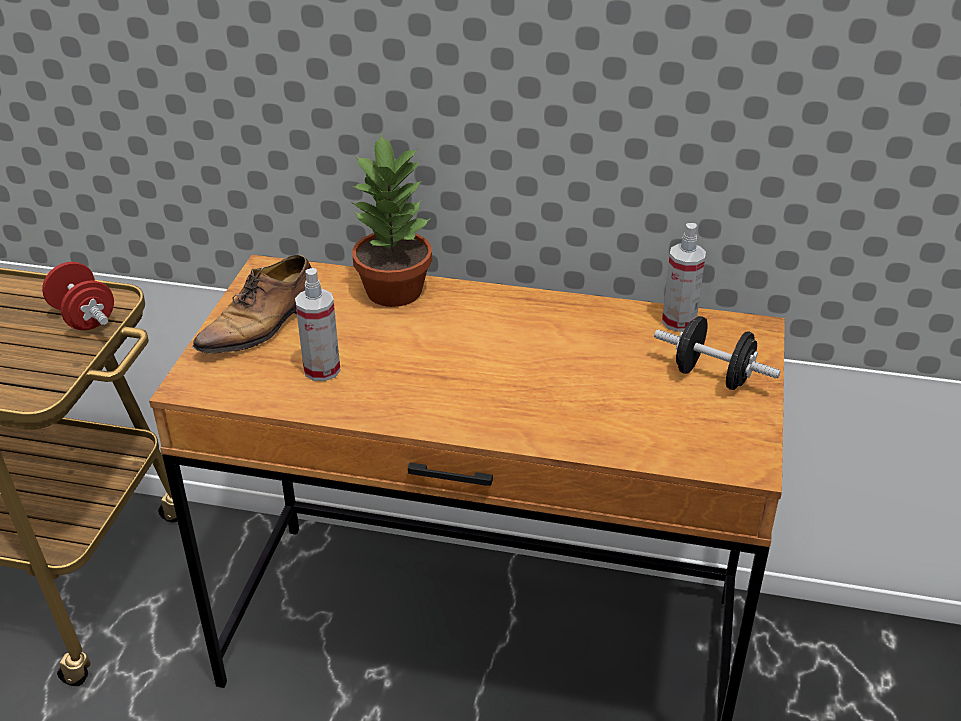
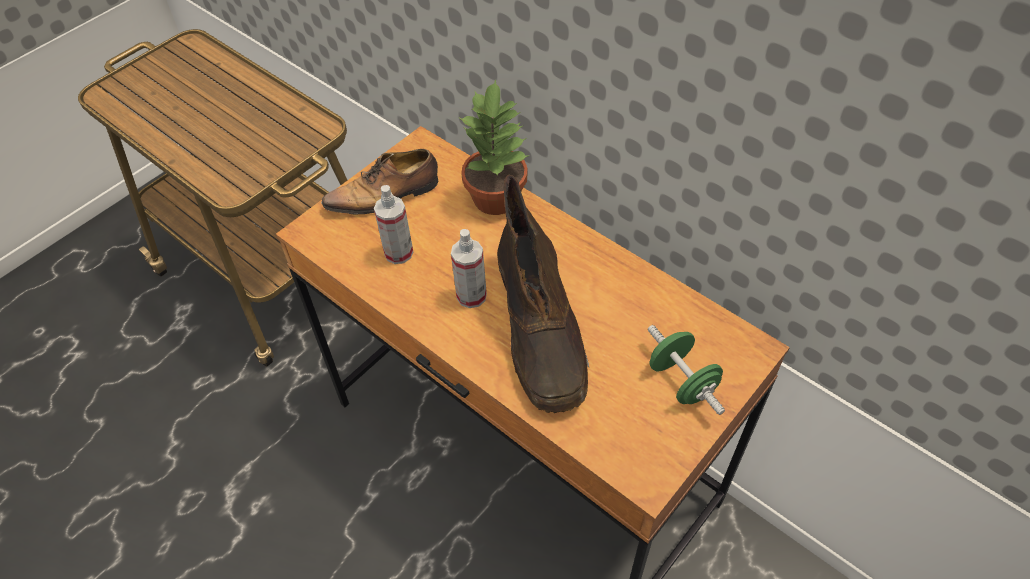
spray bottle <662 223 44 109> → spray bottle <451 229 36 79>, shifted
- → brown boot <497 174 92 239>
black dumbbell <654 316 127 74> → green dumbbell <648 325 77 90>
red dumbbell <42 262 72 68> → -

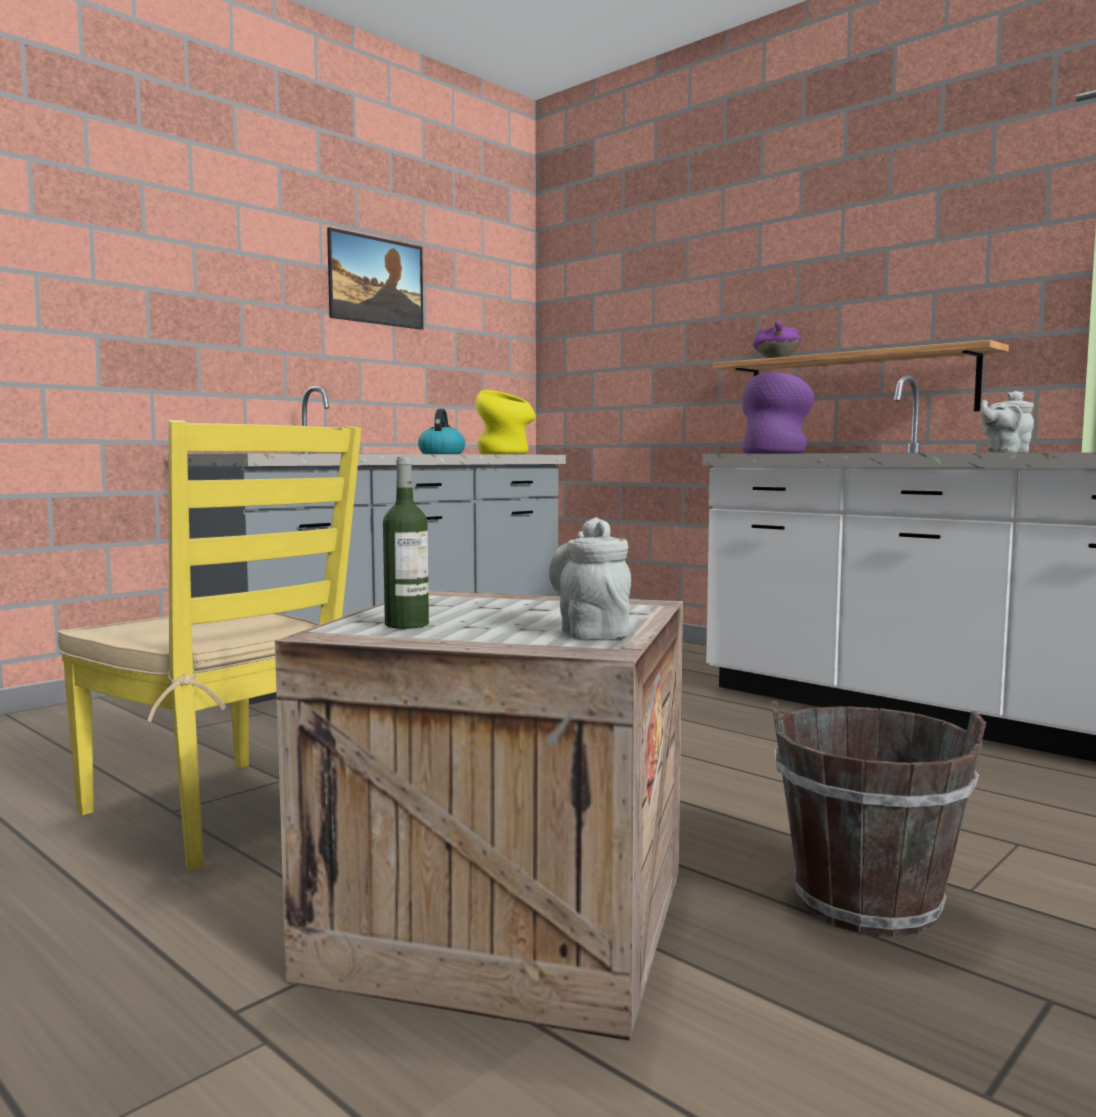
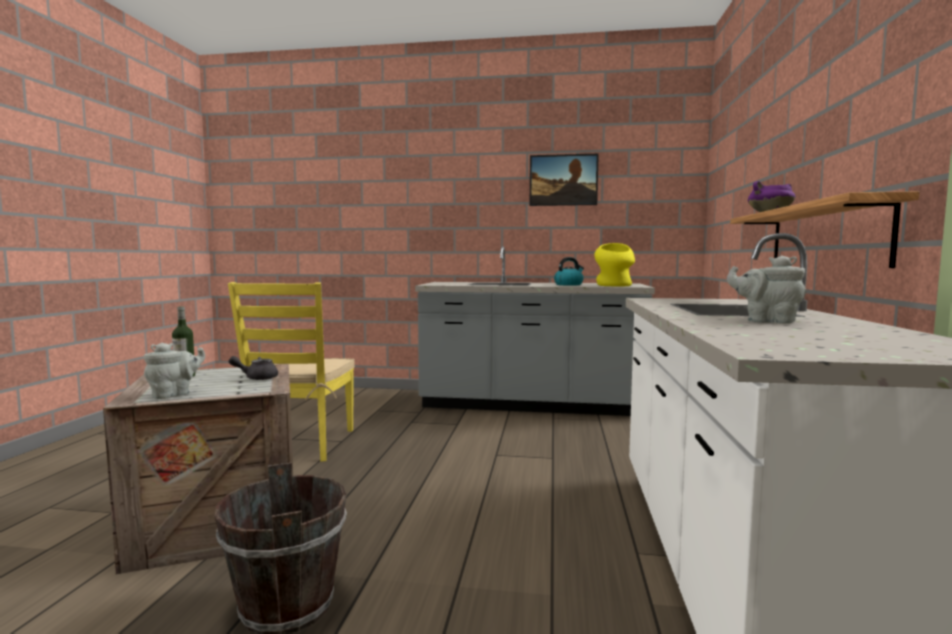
- → grey teapot <229 356 49 24>
purple vase <742 372 72 82> → -

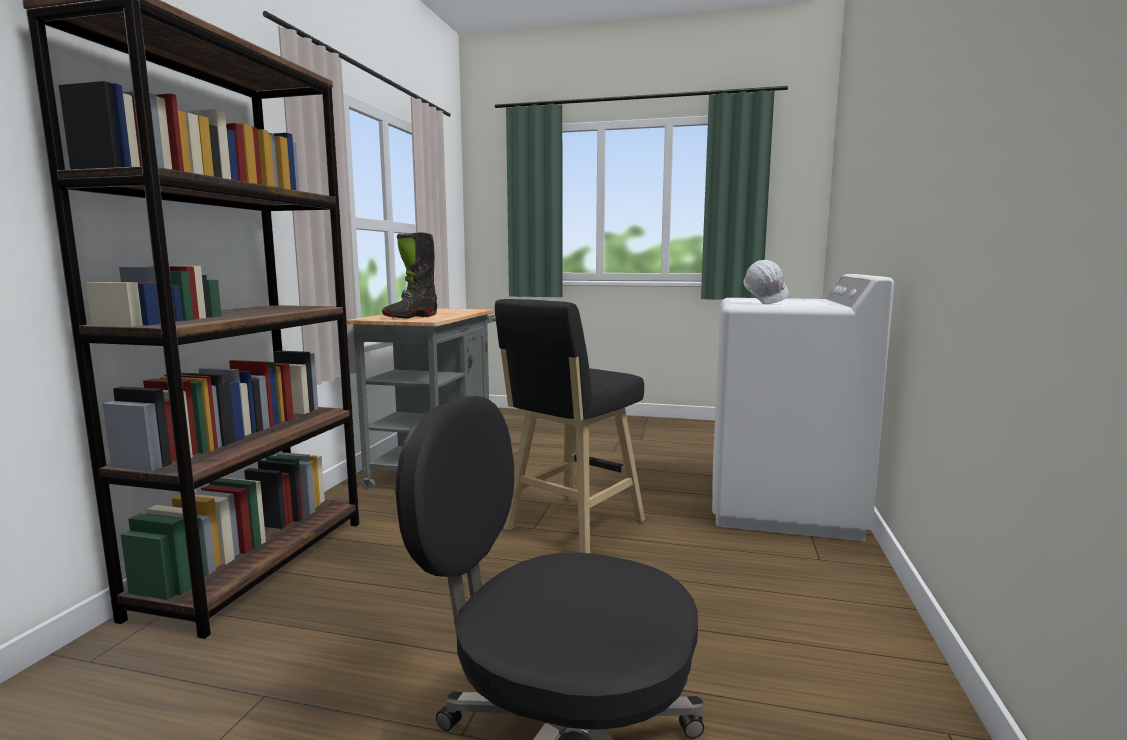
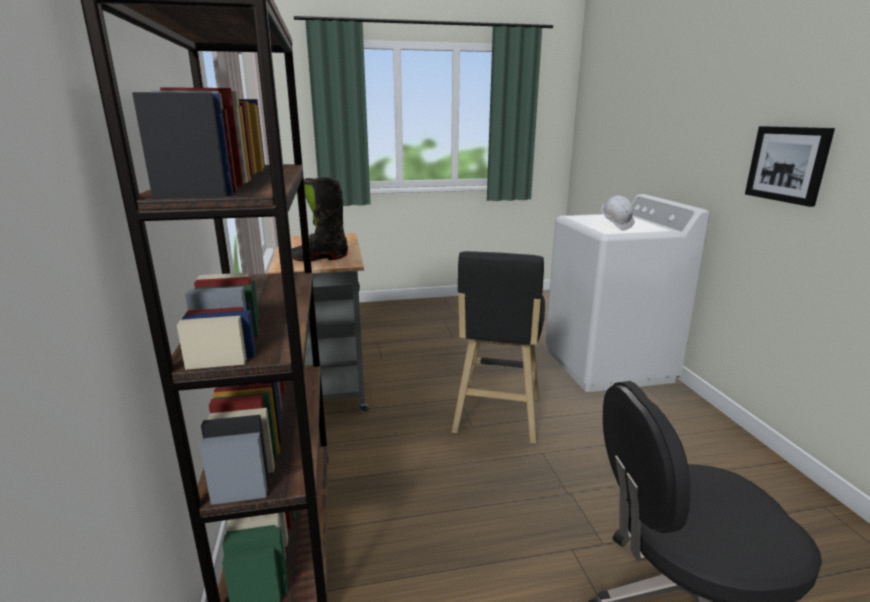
black boot <382 232 55 86> → black boot <292 177 56 84>, 60 degrees clockwise
- → picture <745 126 90 81>

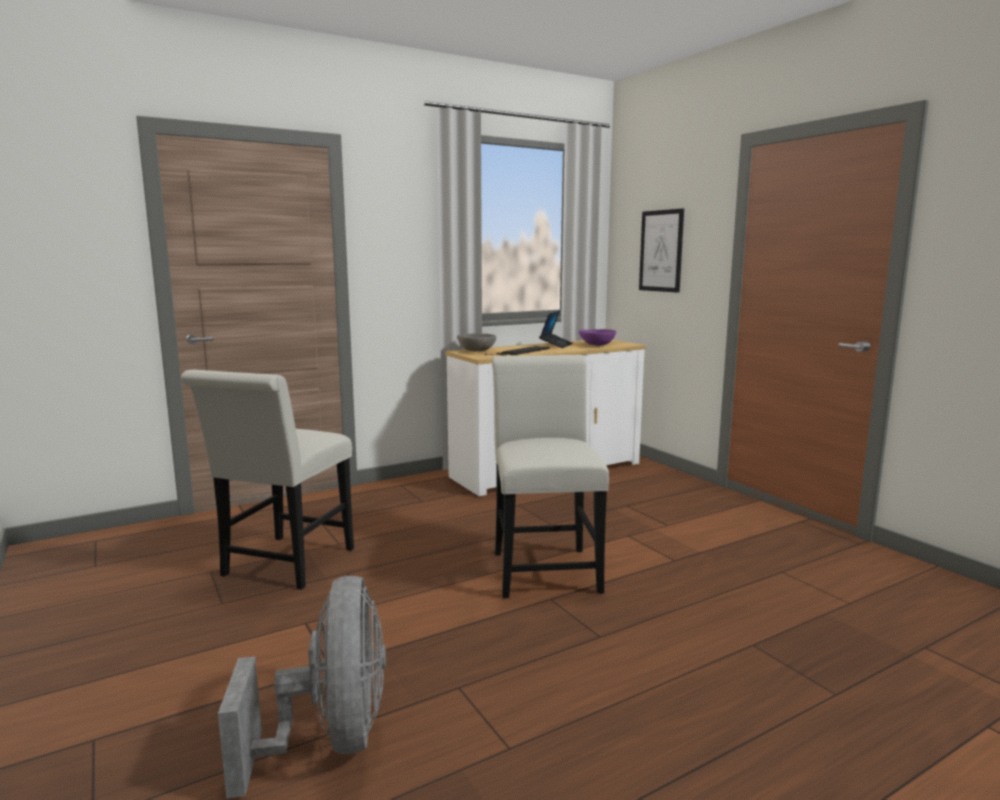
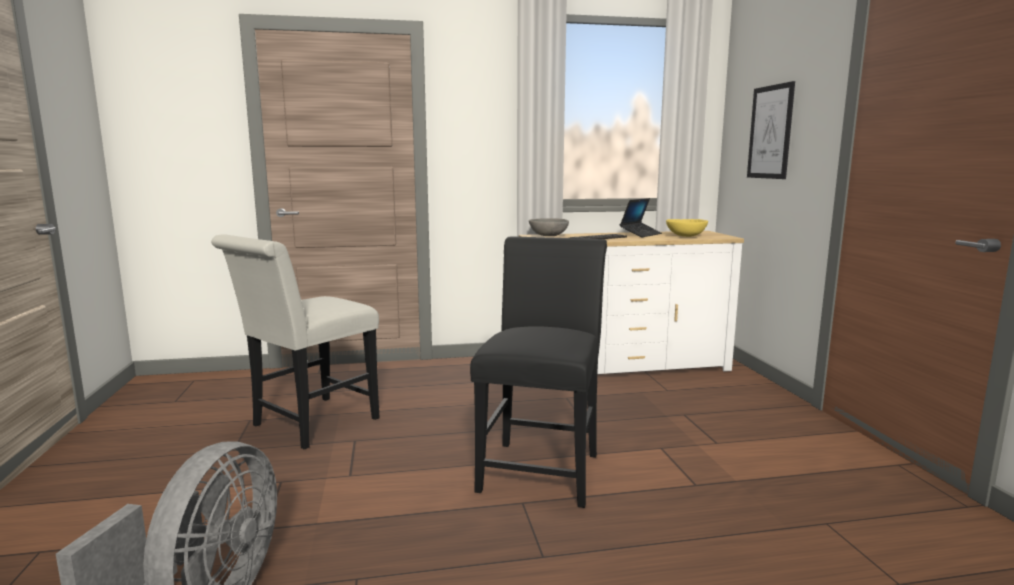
white chair <492 355 117 243> → black chair <470 236 137 272>
purple bowl <579 329 37 17> → yellow bowl <666 219 42 18>

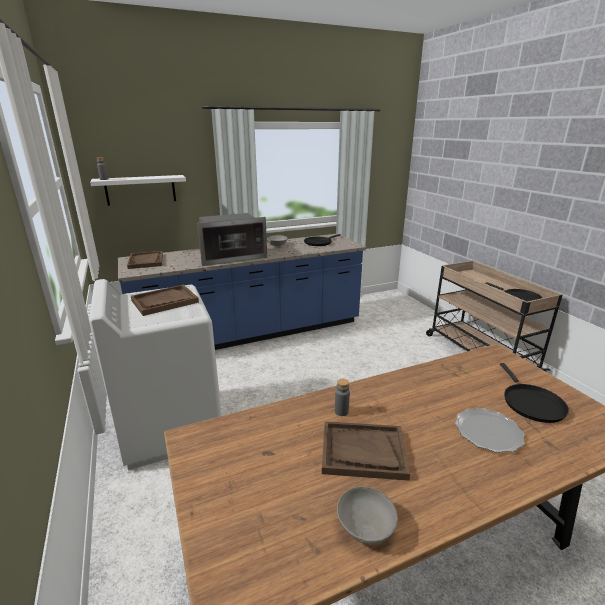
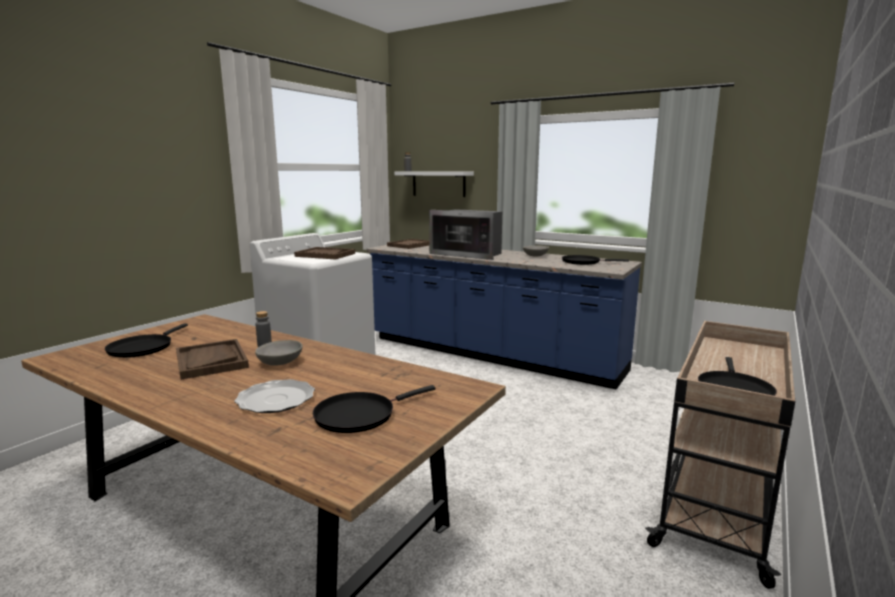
- → black frying pan <105 323 83 35>
grey bowl <337 486 61 59> → grey bowl <255 340 48 26>, shifted

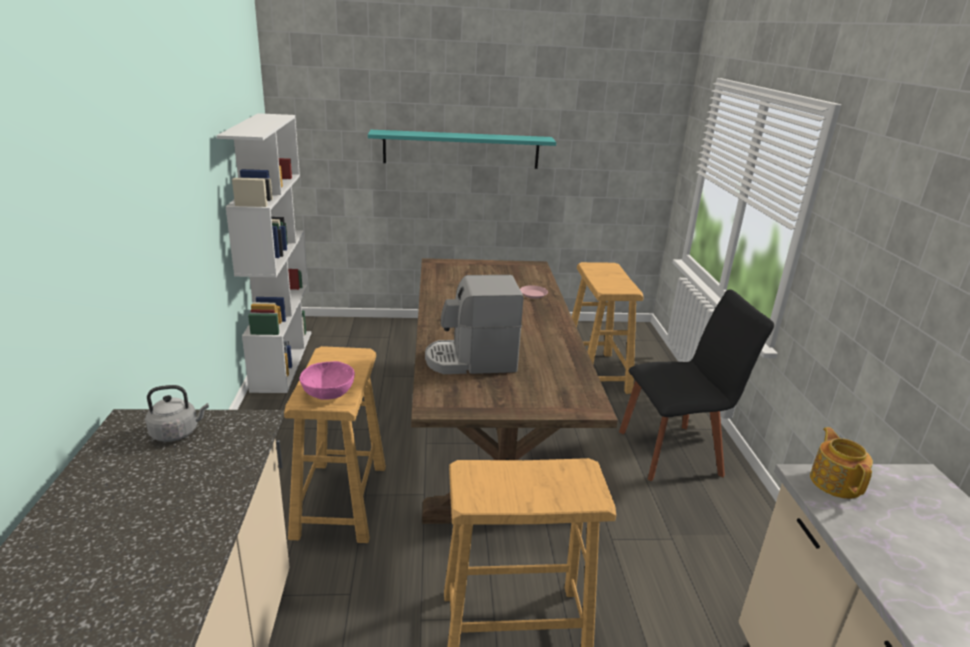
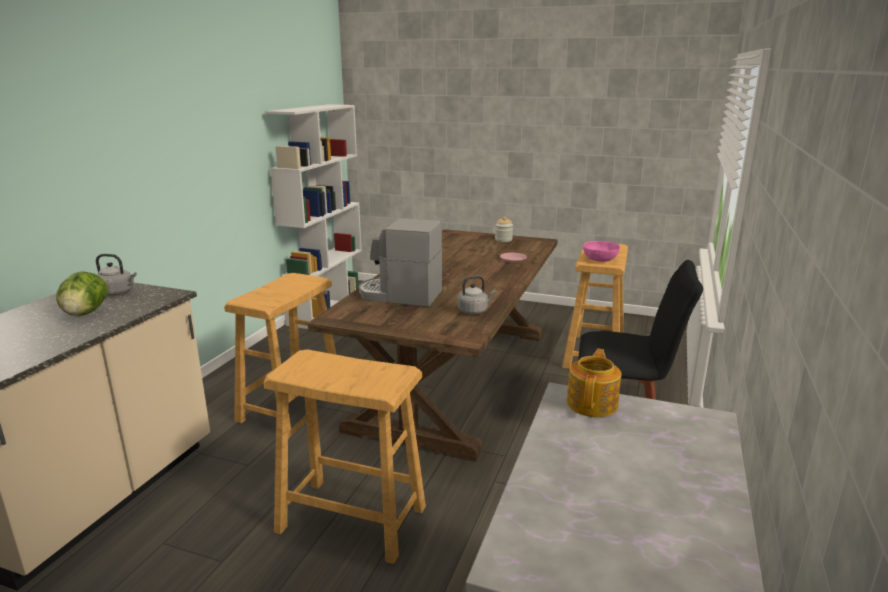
- → lettuce <56 271 52 45>
- → grey kettle <457 276 39 38>
- → jar <495 217 18 25>
pink bowl <299 361 56 39> → pink bowl <583 241 37 21>, shifted
turquoise shelf <368 130 188 39> → -

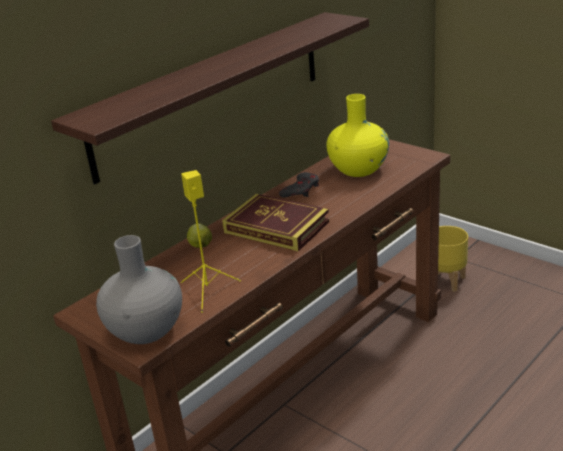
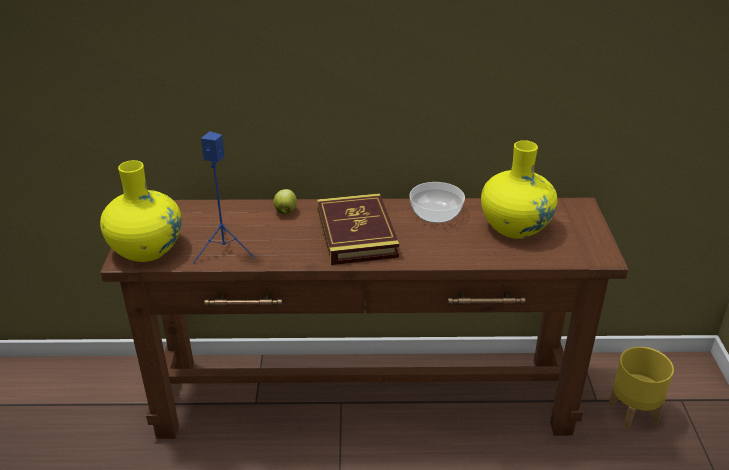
grey vase <96 235 86 109> → yellow vase <100 160 82 102>
yellow speaker <181 170 60 143> → blue speaker <193 131 63 132>
grey game controller <279 172 40 25> → bowl <409 182 56 41>
shelf <51 12 318 172> → -

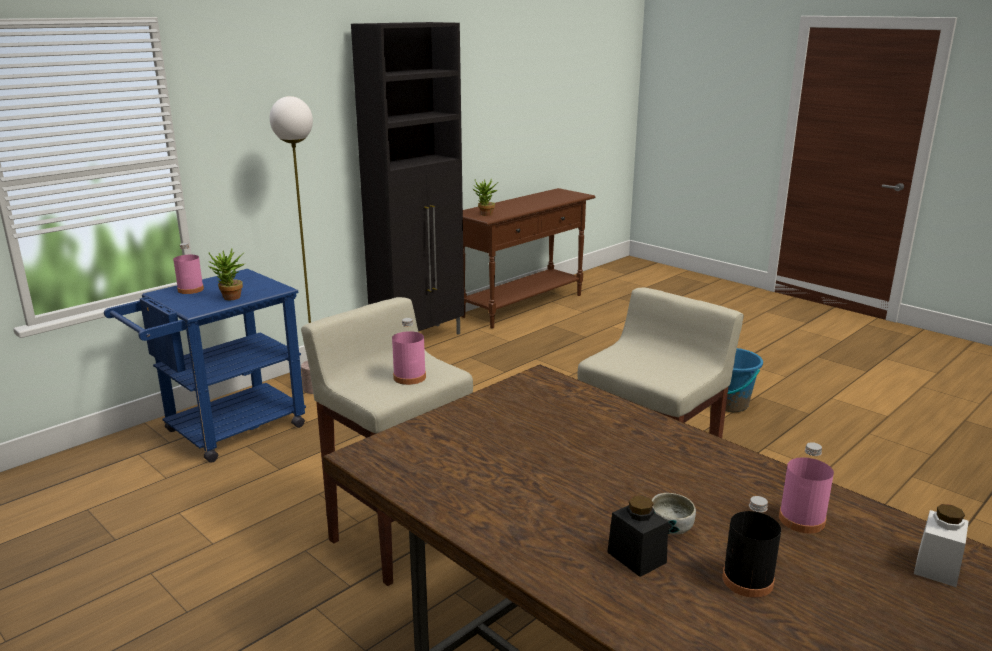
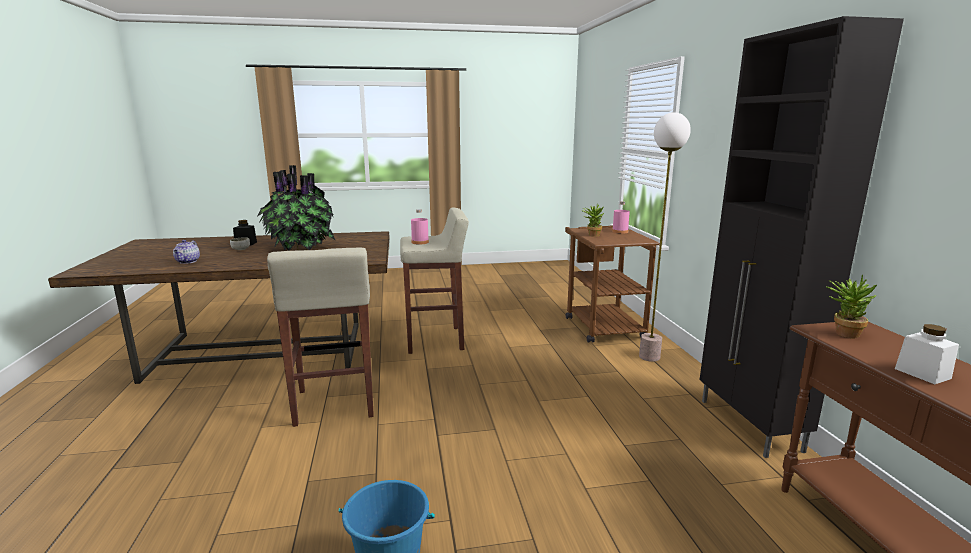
pink bottle <779 442 55 91> → teapot <173 240 27 24>
- → potted plant <258 165 77 86>
blue cart <104 269 202 194> → brown cart <565 225 95 118>
white jar <914 504 55 83> → white jar <895 324 64 60>, shifted
black bottle <722 496 59 102> → -

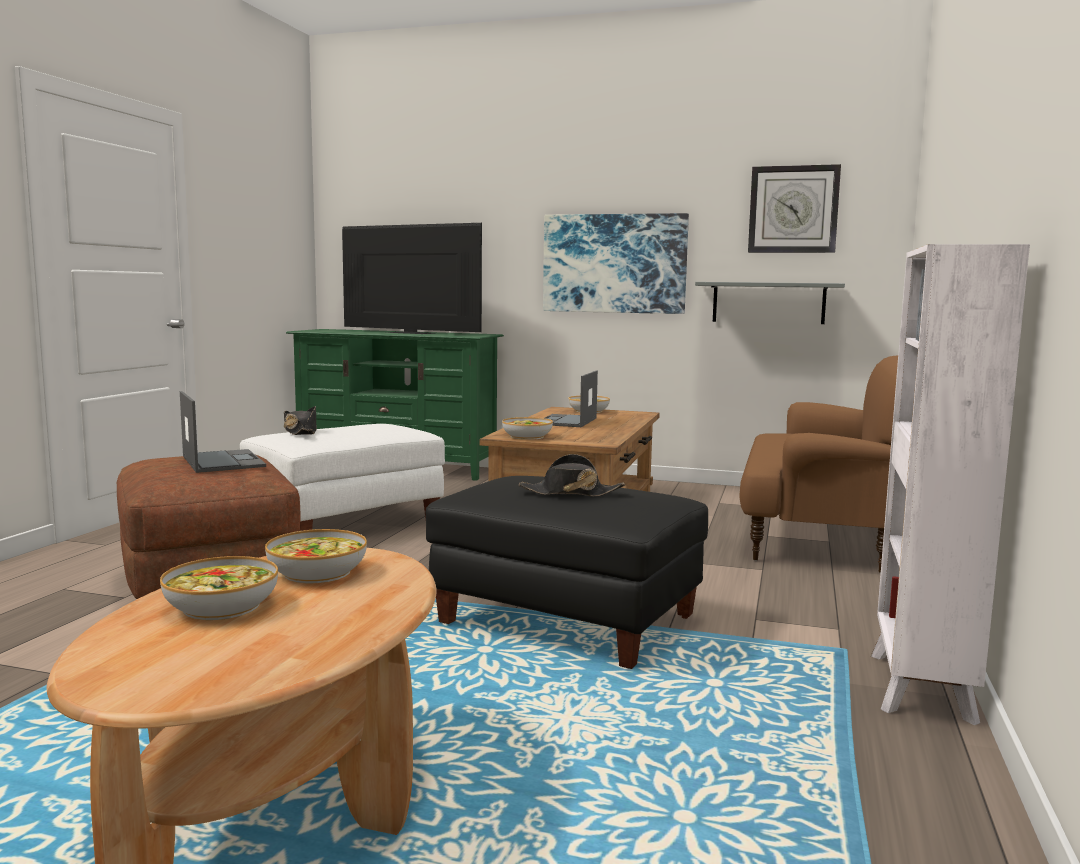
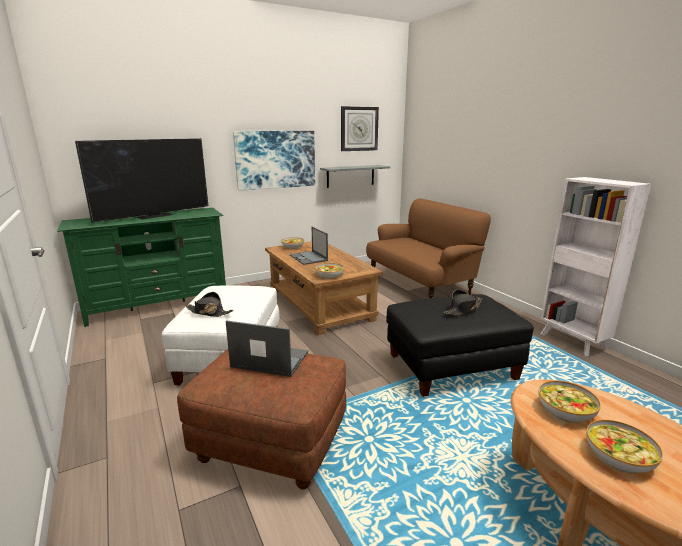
television <342 223 140 111> → television <75 138 133 85>, 150 degrees clockwise

